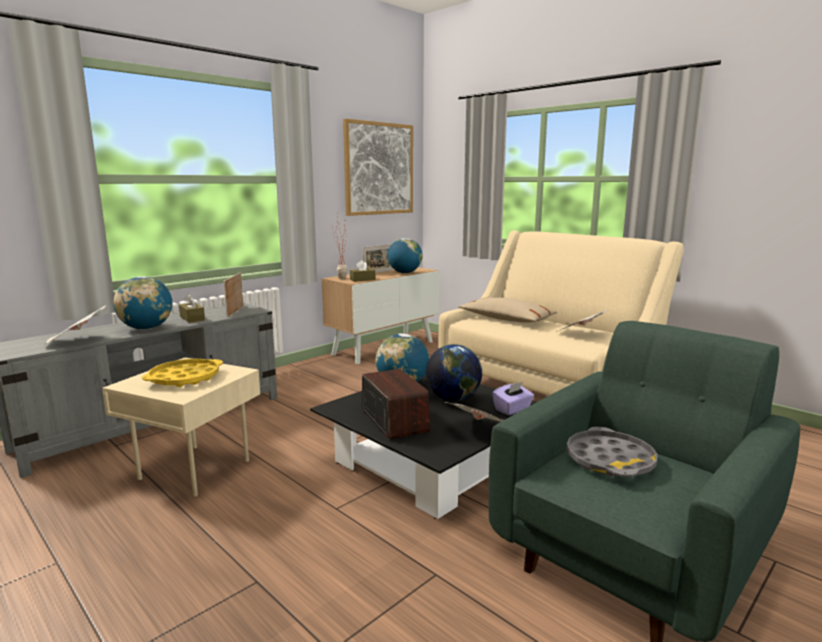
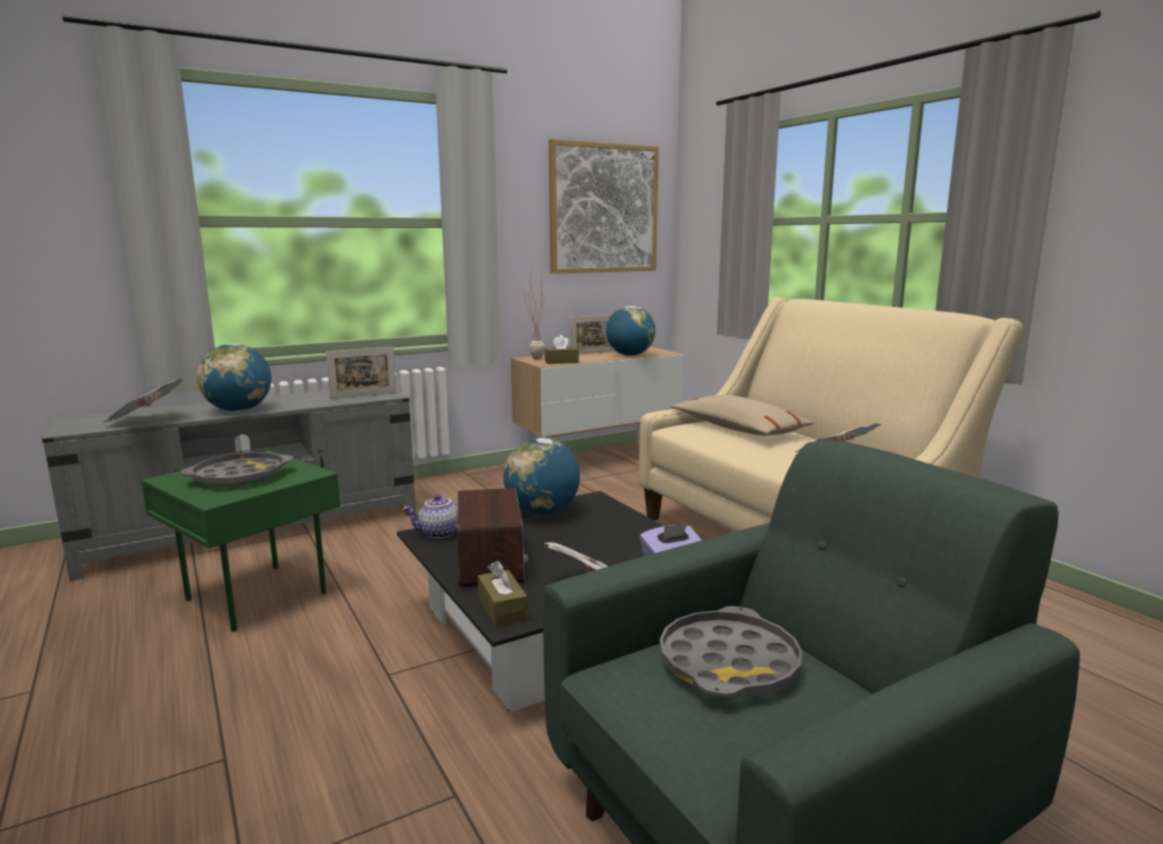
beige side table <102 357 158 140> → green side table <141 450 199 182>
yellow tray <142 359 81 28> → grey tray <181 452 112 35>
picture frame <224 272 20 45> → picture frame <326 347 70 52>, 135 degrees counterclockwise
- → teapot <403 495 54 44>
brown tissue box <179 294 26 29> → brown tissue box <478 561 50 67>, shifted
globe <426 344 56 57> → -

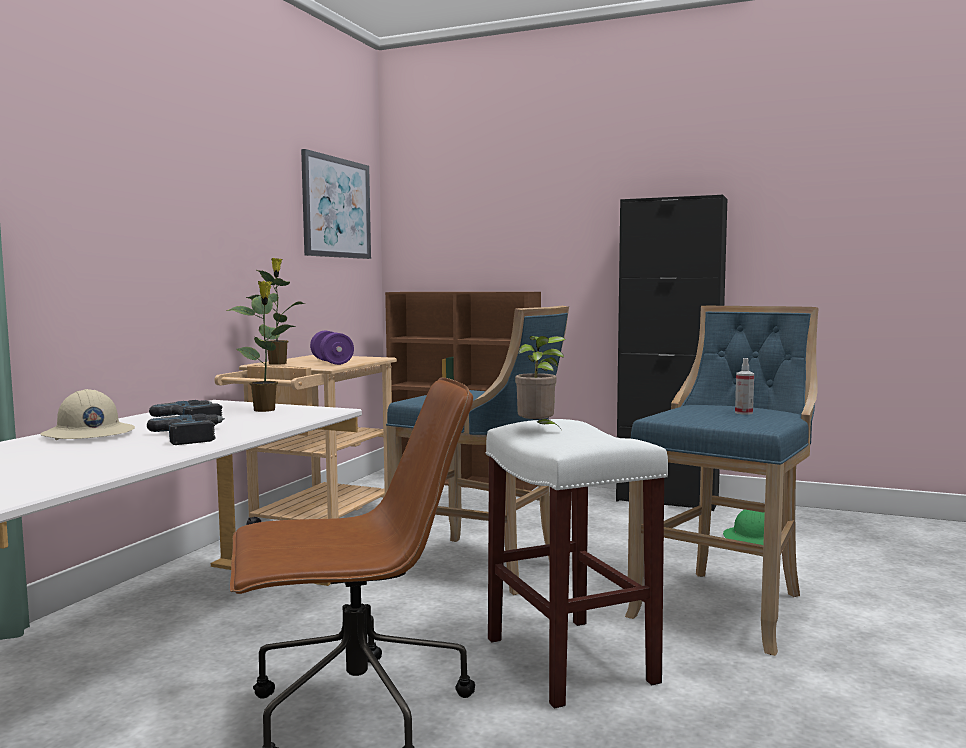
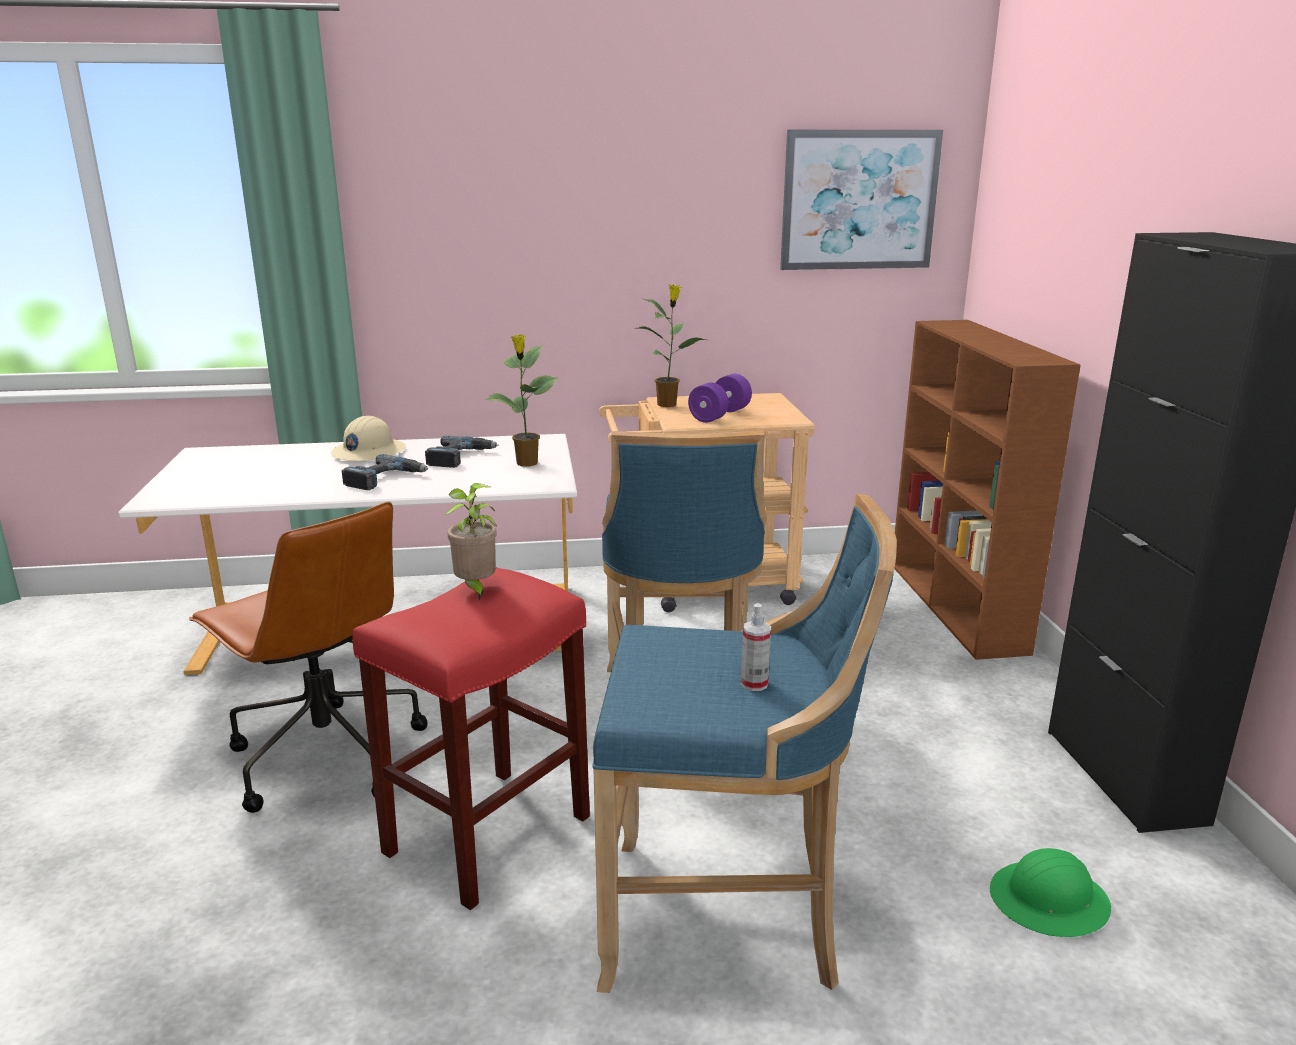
white stool <486 419 182 289> → red stool <353 568 237 342>

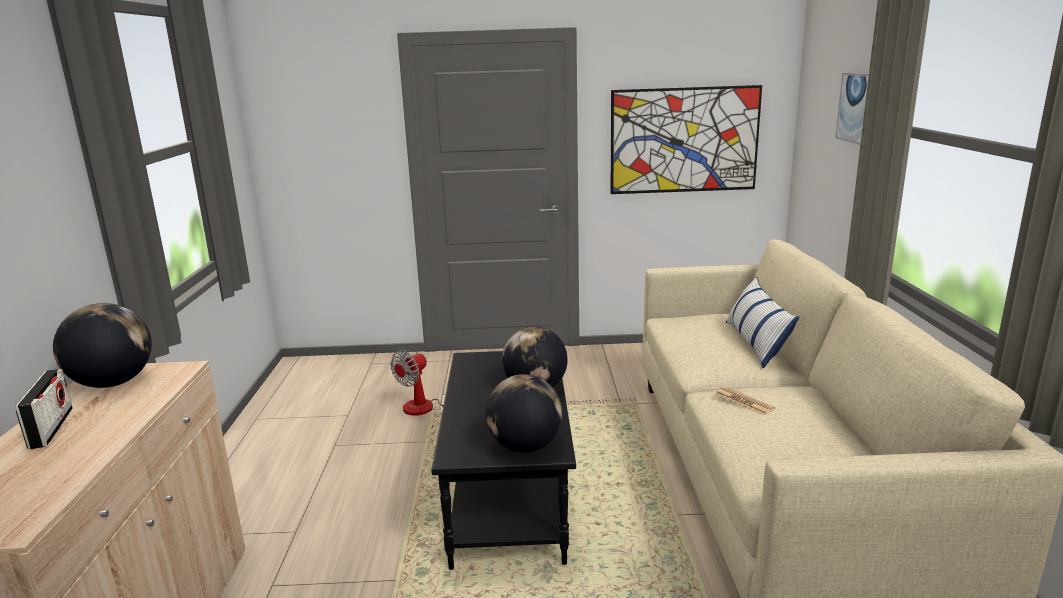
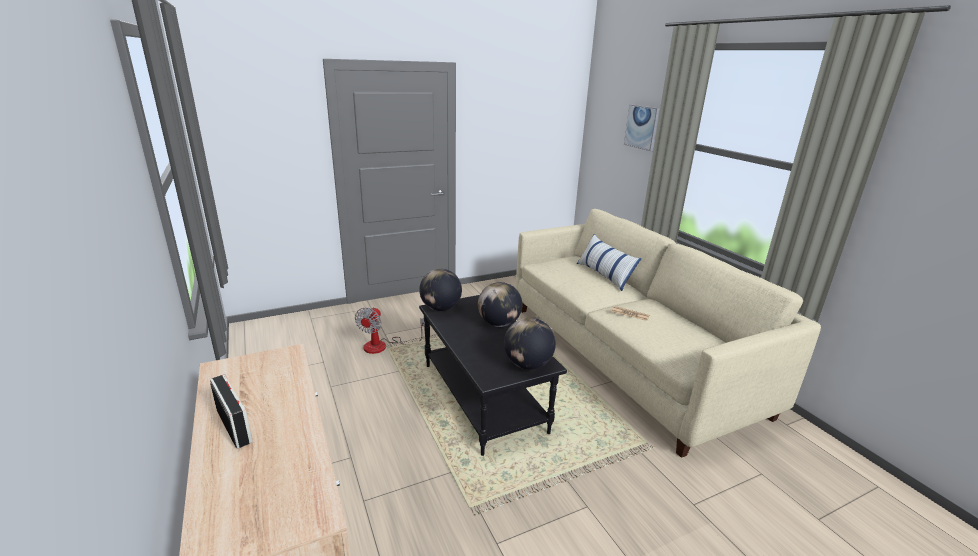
globe <53 303 99 85> → globe <419 269 43 42>, shifted
picture <611 85 151 109> → -

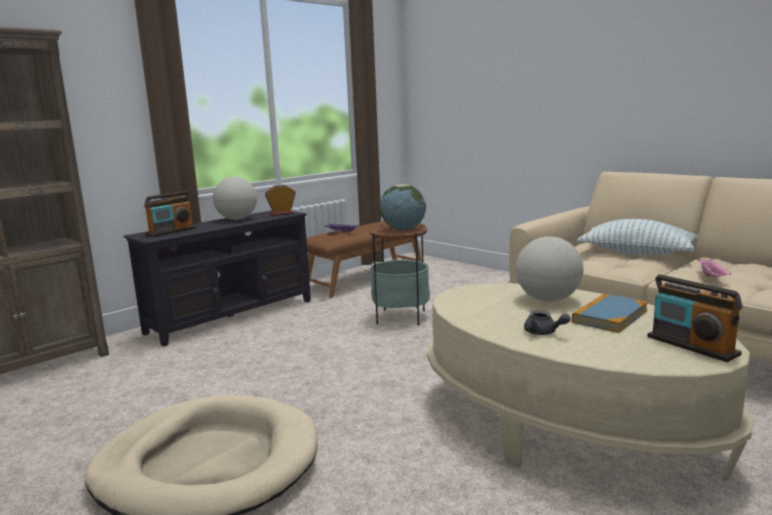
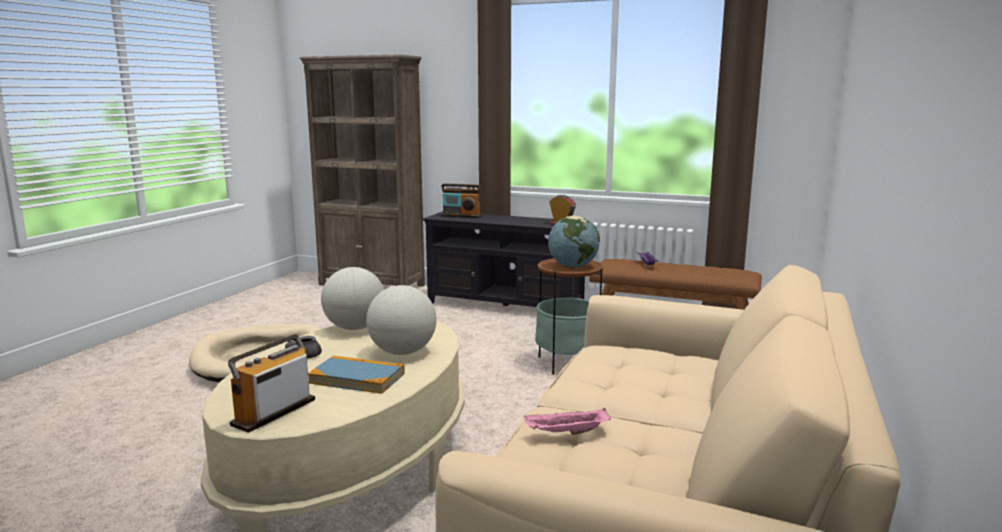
globe <213 177 44 43> → globe <321 267 63 63>, shifted
pillow <577 219 121 36> → -

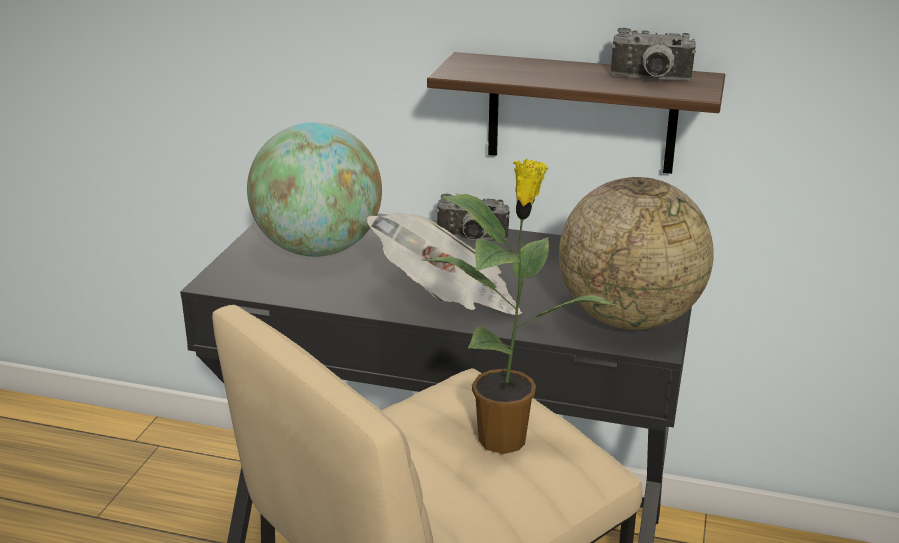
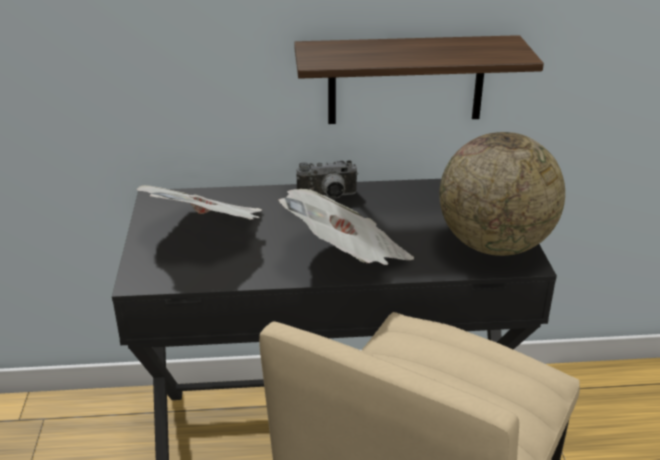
globe <247 122 135 135> → newspaper <137 185 125 35>
potted plant <421 158 194 296> → -
photo camera <611 28 85 53> → -

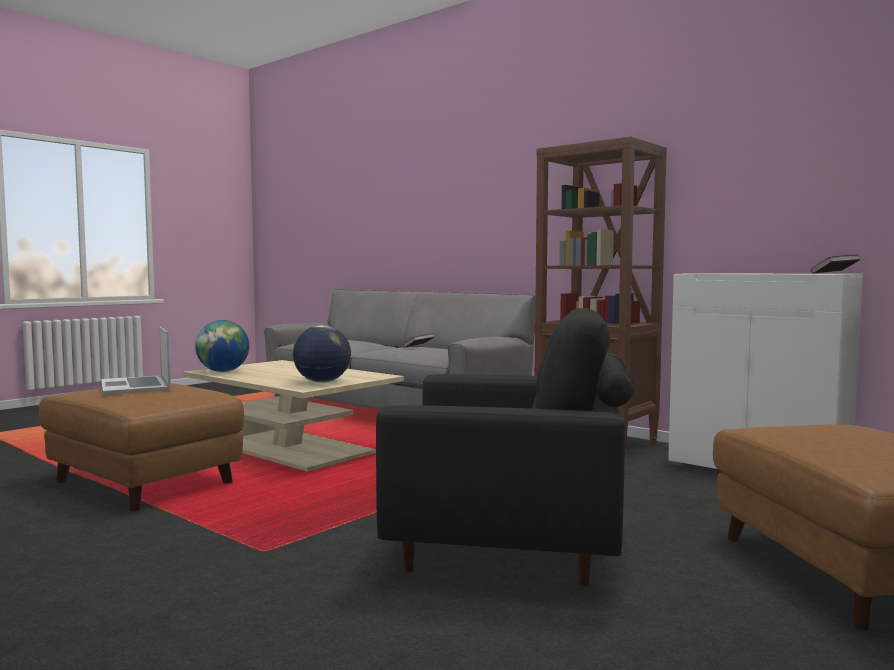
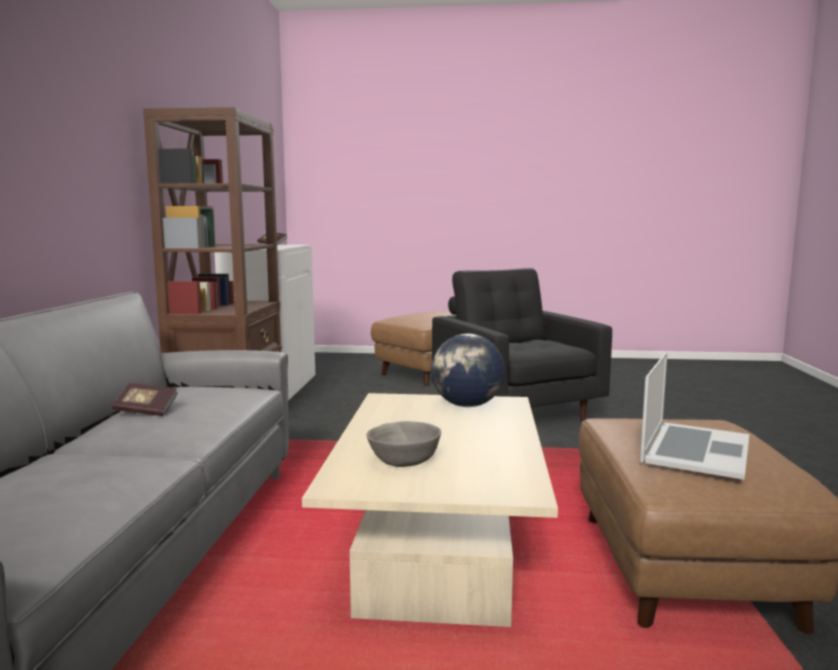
- → grey bowl <366 421 75 46>
globe <195 320 54 52> → -

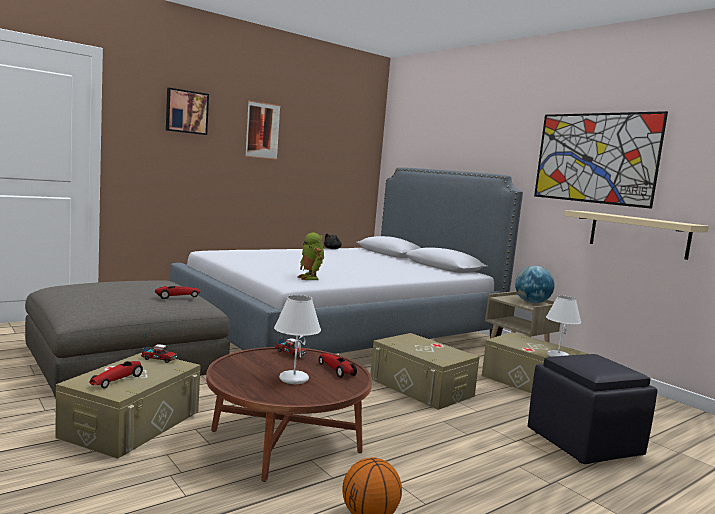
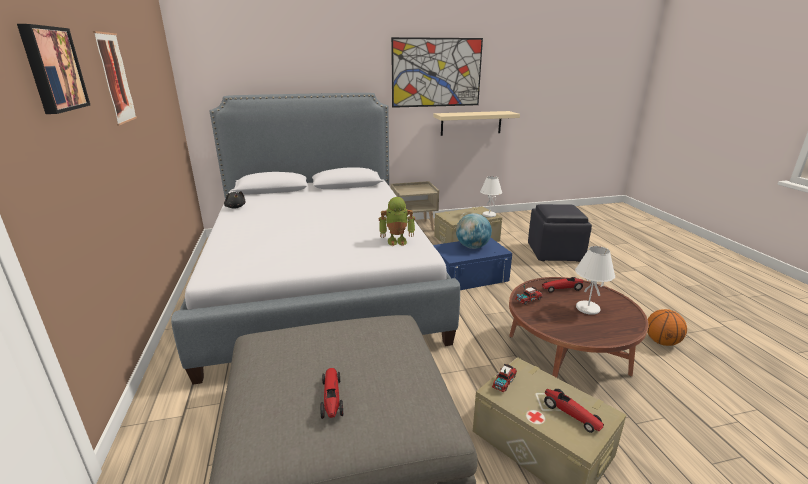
toy car <155 286 45 13> → toy car <320 368 23 51>, shifted
beige storage box <370 333 110 77> → blue storage box <433 237 79 53>
globe <515 266 40 37> → globe <456 213 36 36>, shifted

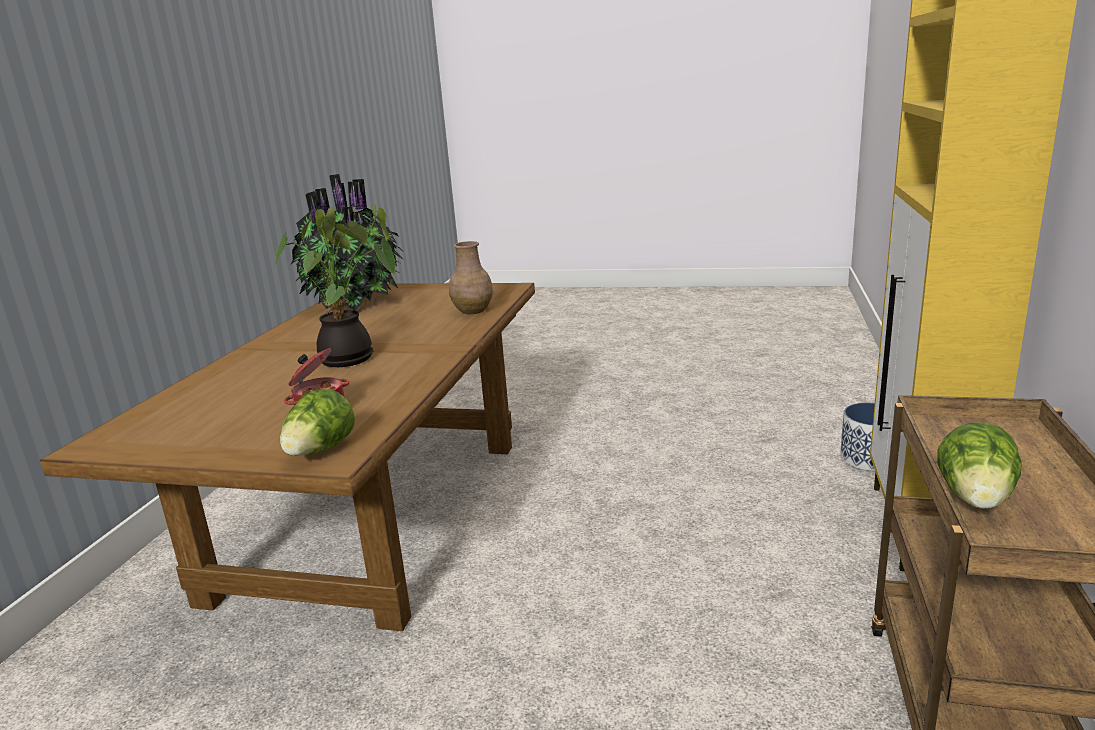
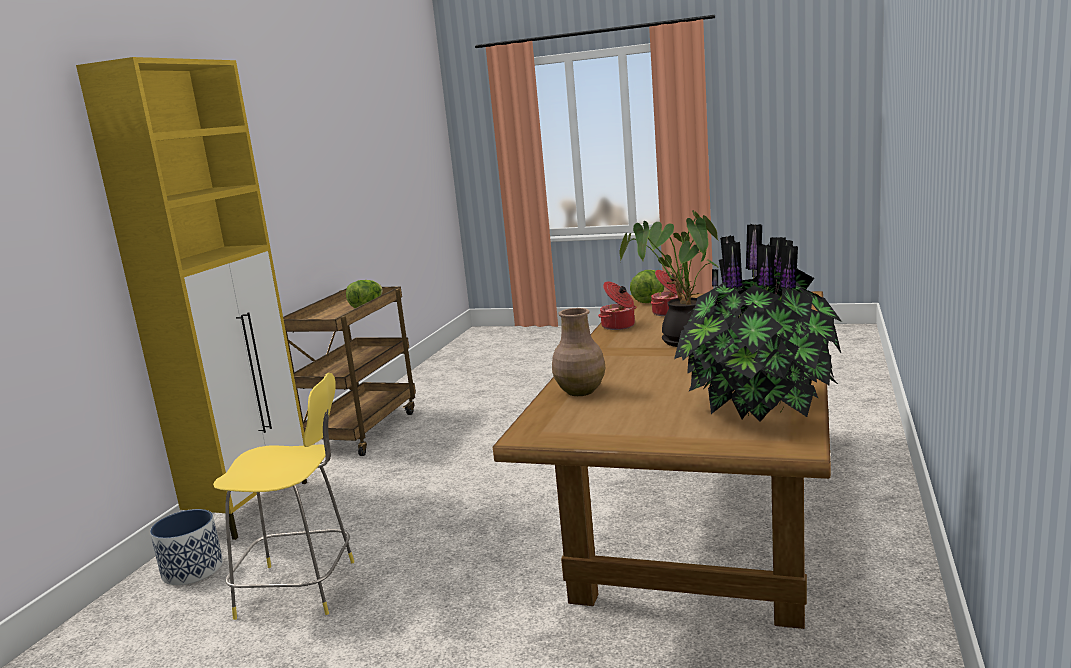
- → yellow stool <213 373 141 247>
- → cooking pot <598 281 39 49>

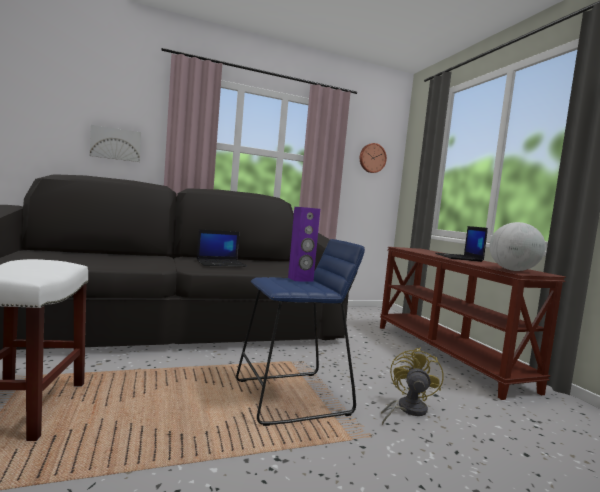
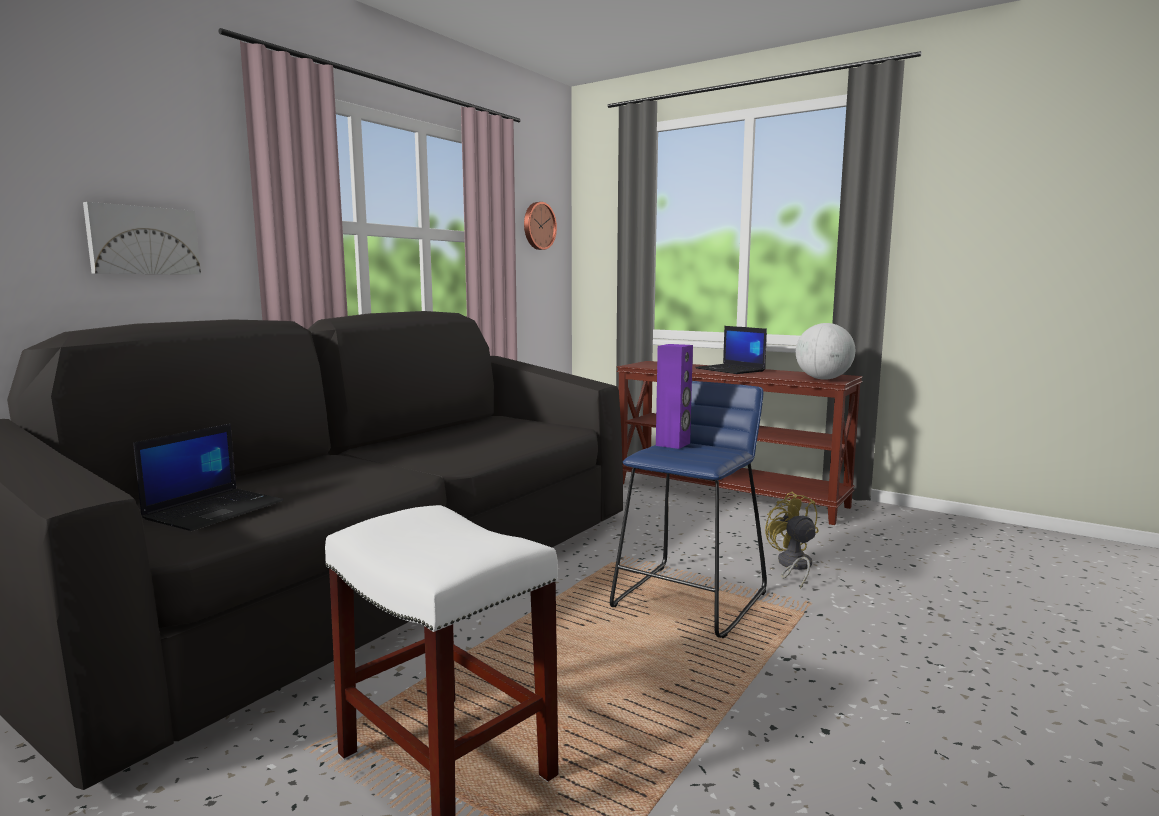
laptop <197 229 50 38> → laptop <133 423 150 108>, shifted

